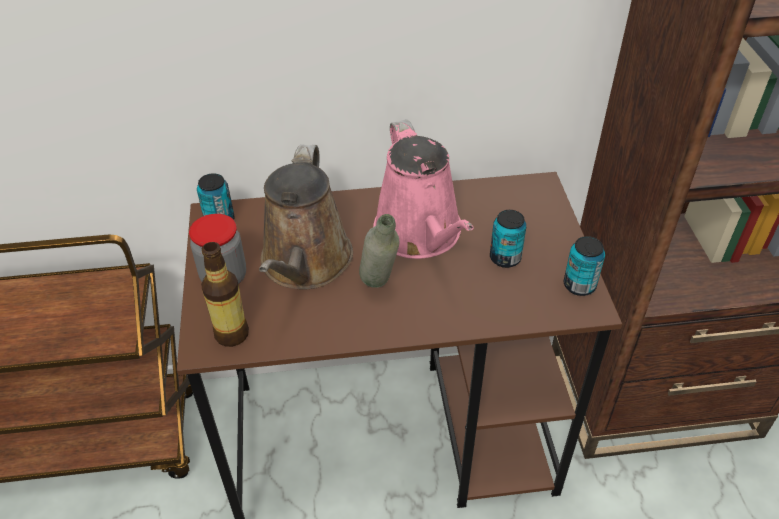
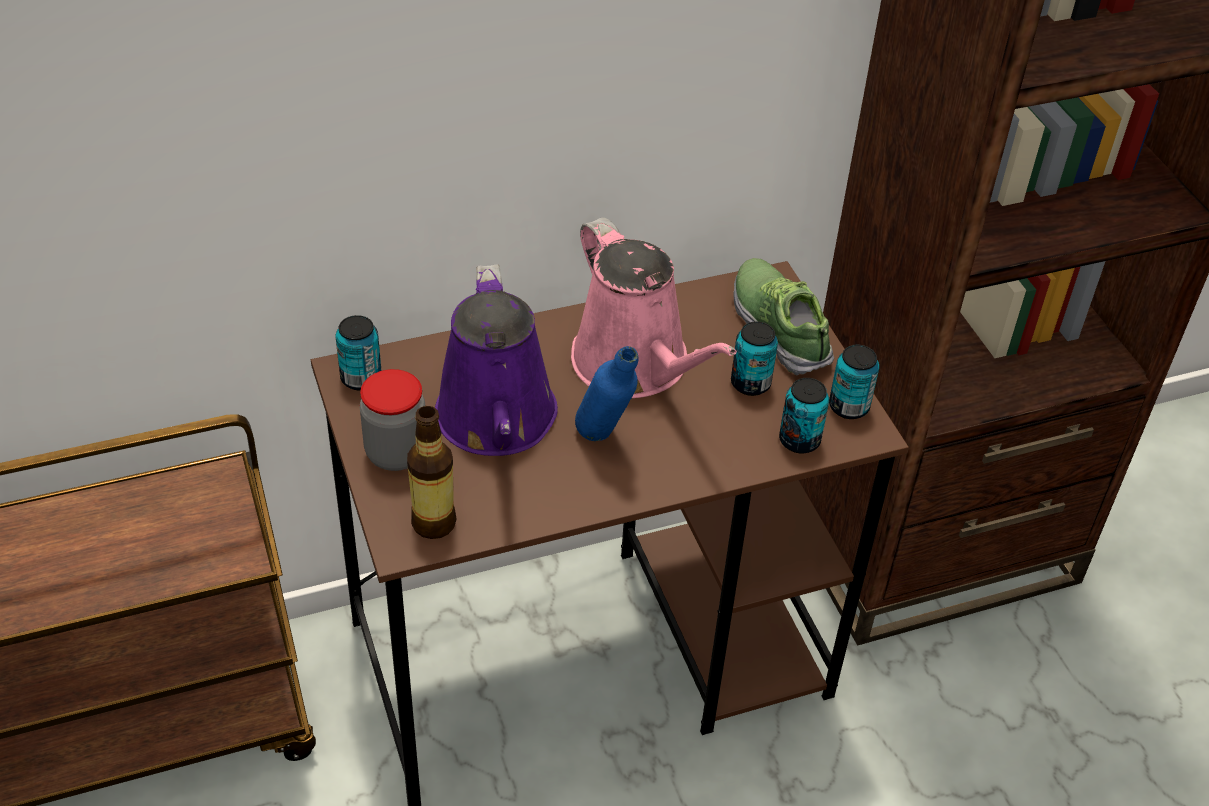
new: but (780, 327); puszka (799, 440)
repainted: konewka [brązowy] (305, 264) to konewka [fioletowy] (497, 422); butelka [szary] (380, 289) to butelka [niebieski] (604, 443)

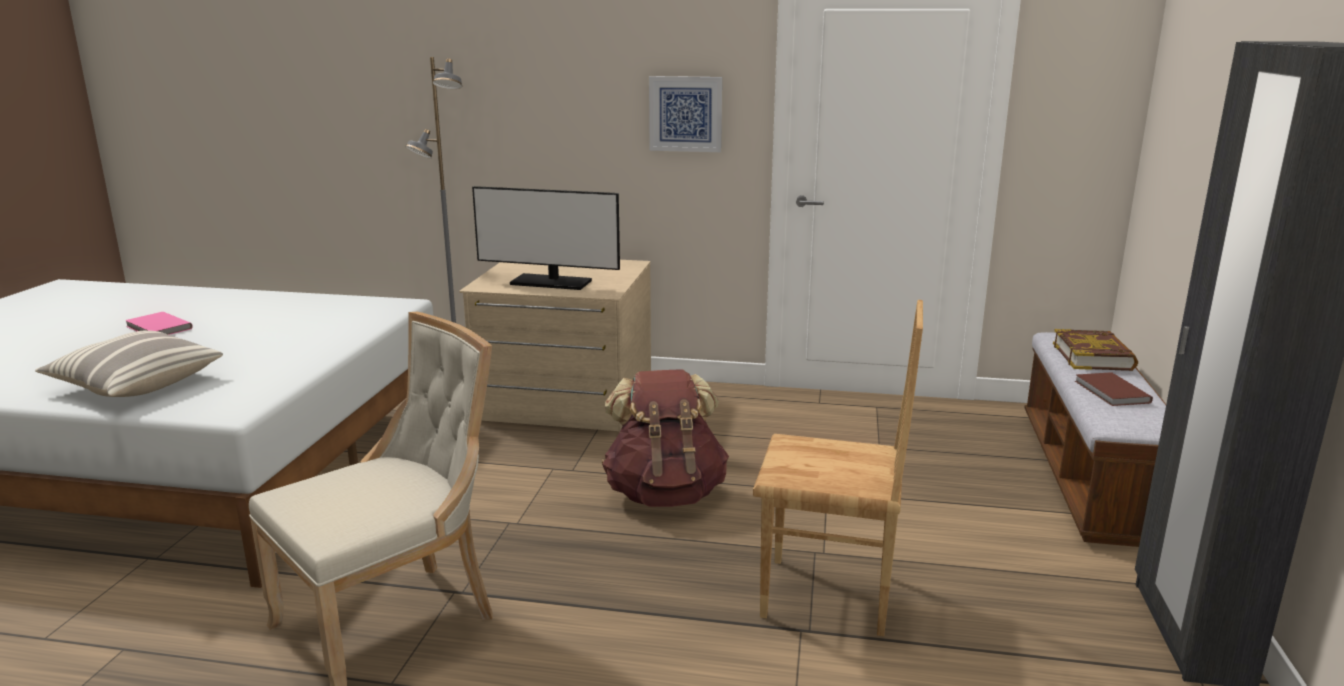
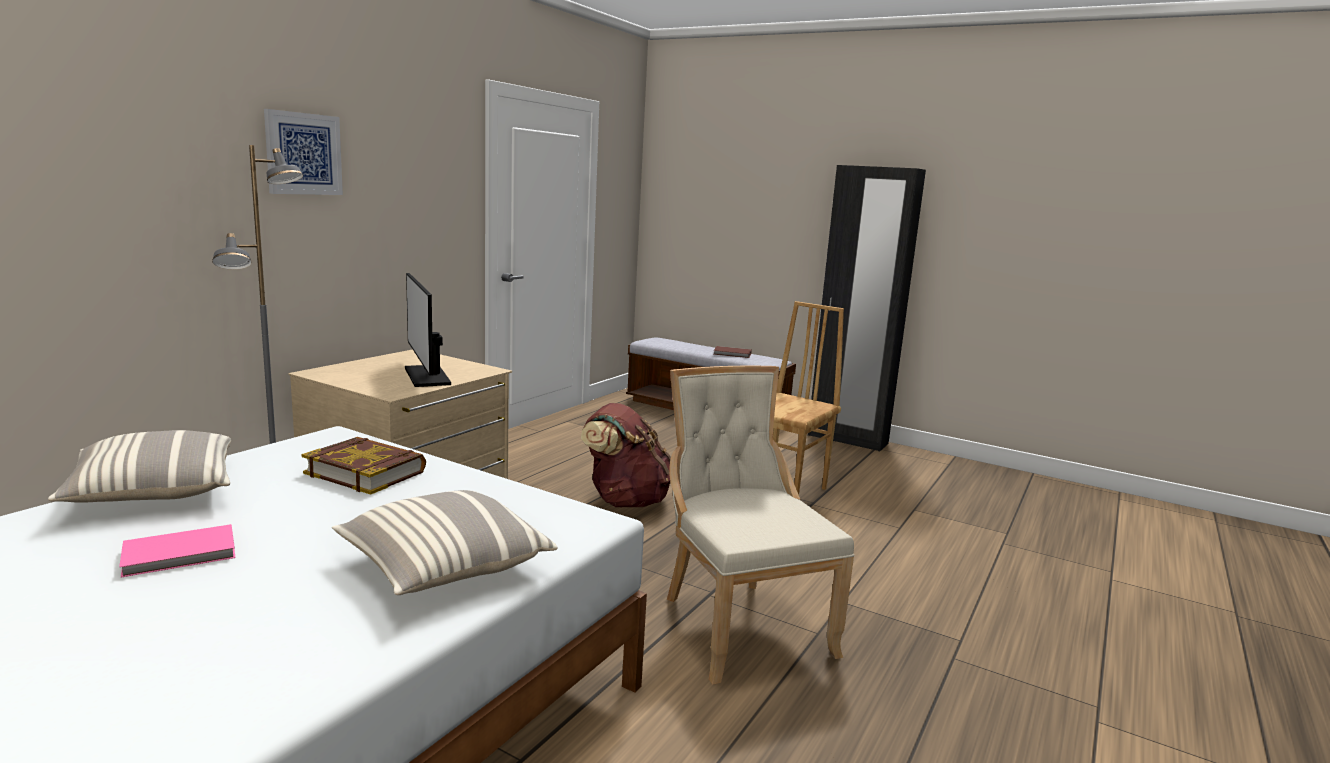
new: poduszka (154, 492)
shifted: obraz (685, 114) to (303, 154); książka (1093, 357) to (365, 472)
rotated: monitor (551, 282) = (427, 376) 120 degrees clockwise

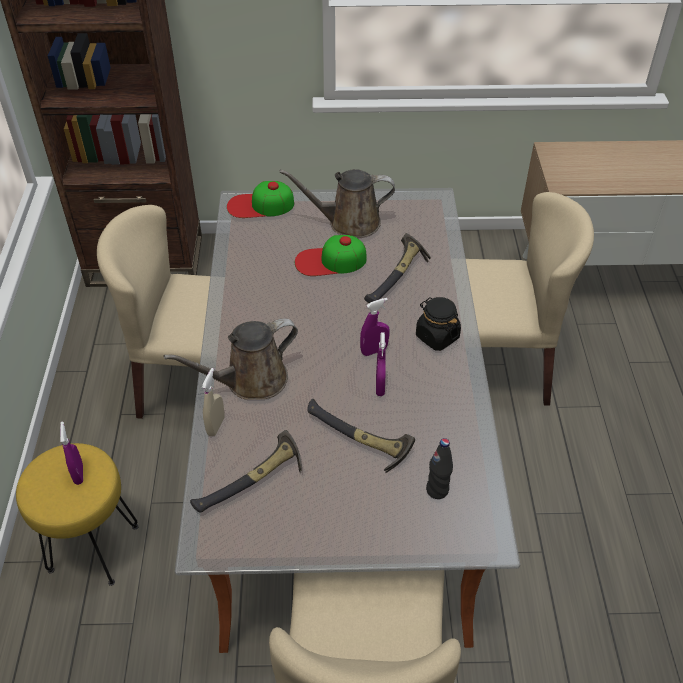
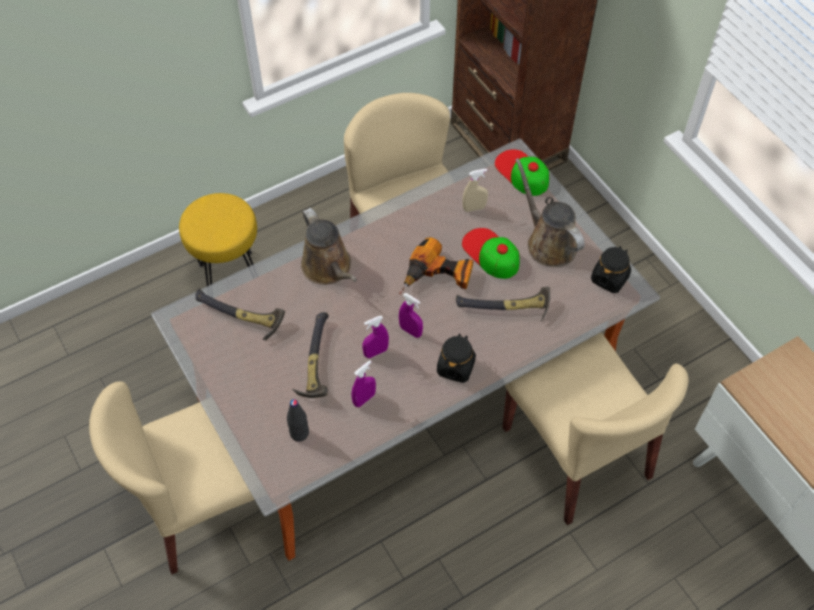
new: wiertarka (438, 277); słoik [czarny] (609, 278)
shifted: spryskiwacz [fioletowy] (78, 474) to (364, 399); spryskiwacz [beżowy] (216, 426) to (474, 208)
rotated: konewka [brązowy] (250, 380) = (329, 268) 150 degrees counterclockwise

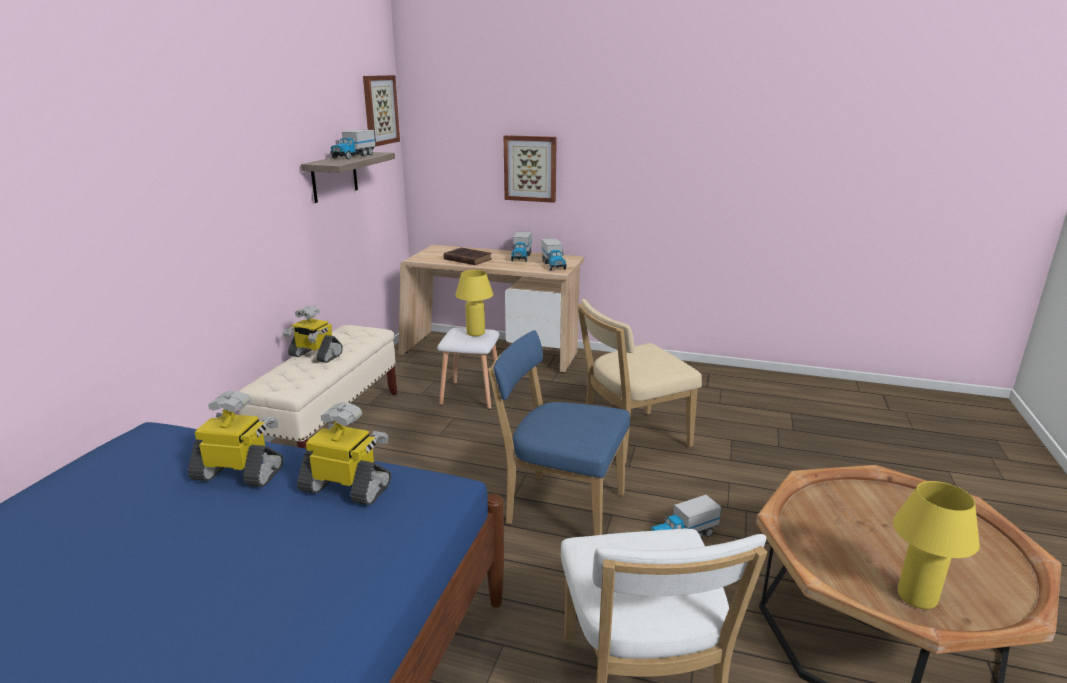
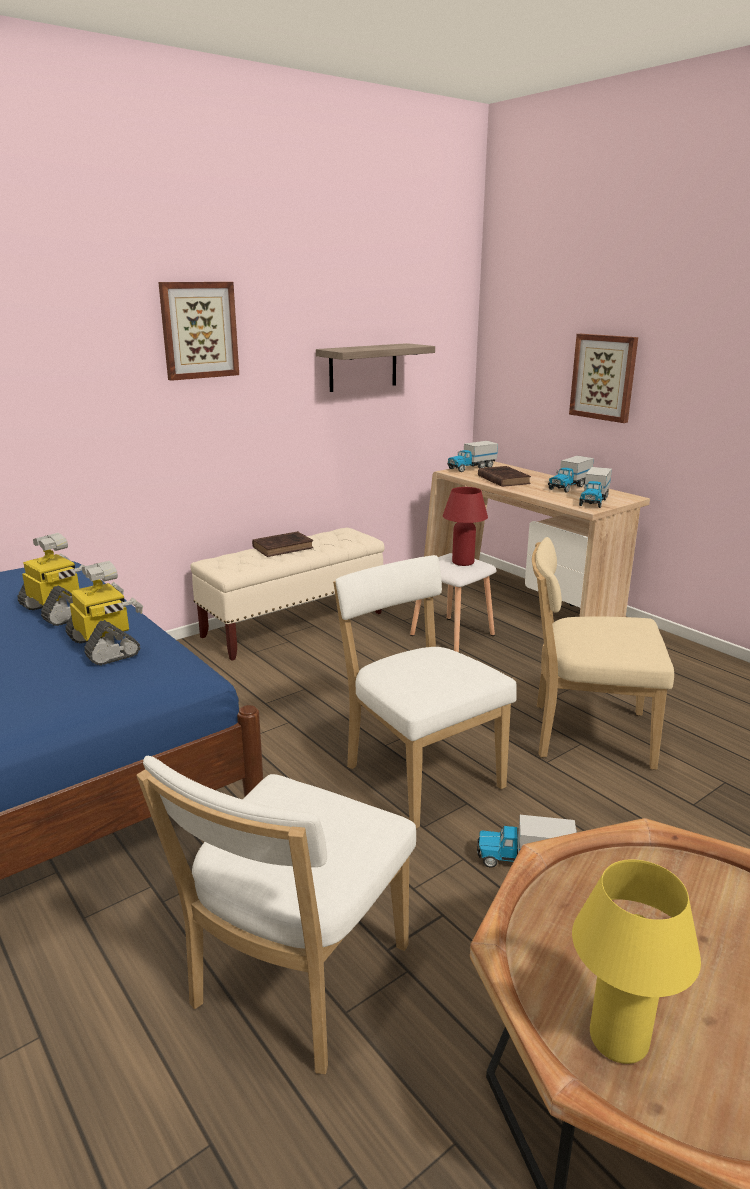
shifted: ciężarówka zabawkowa (353, 156) to (471, 468); obraz (380, 110) to (199, 330)
swapped: robot zabawkowy (315, 355) to książka [brązowy] (284, 547)
repainted: lampa stołowa [żółty] (475, 333) to lampa stołowa [czerwony] (463, 562); krzesło [niebieski] (560, 507) to krzesło [biały] (419, 773)

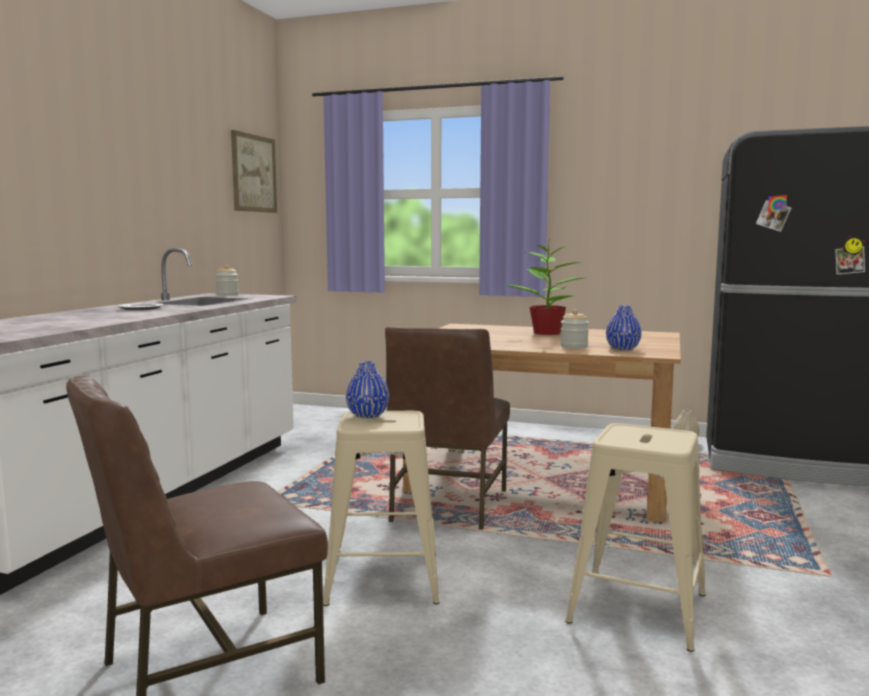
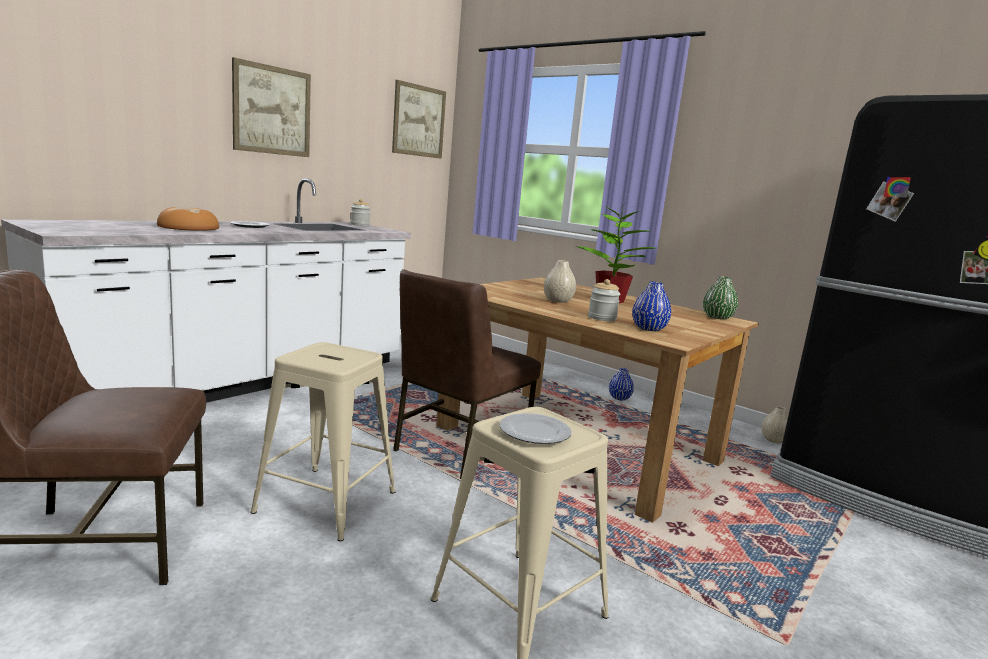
new: chleb (188, 228); obraz (272, 110); talerz (535, 432); wazon [beżowy] (558, 301); wazon [zielony] (717, 317)
shifted: wazon [niebieski] (367, 415) to (619, 398)

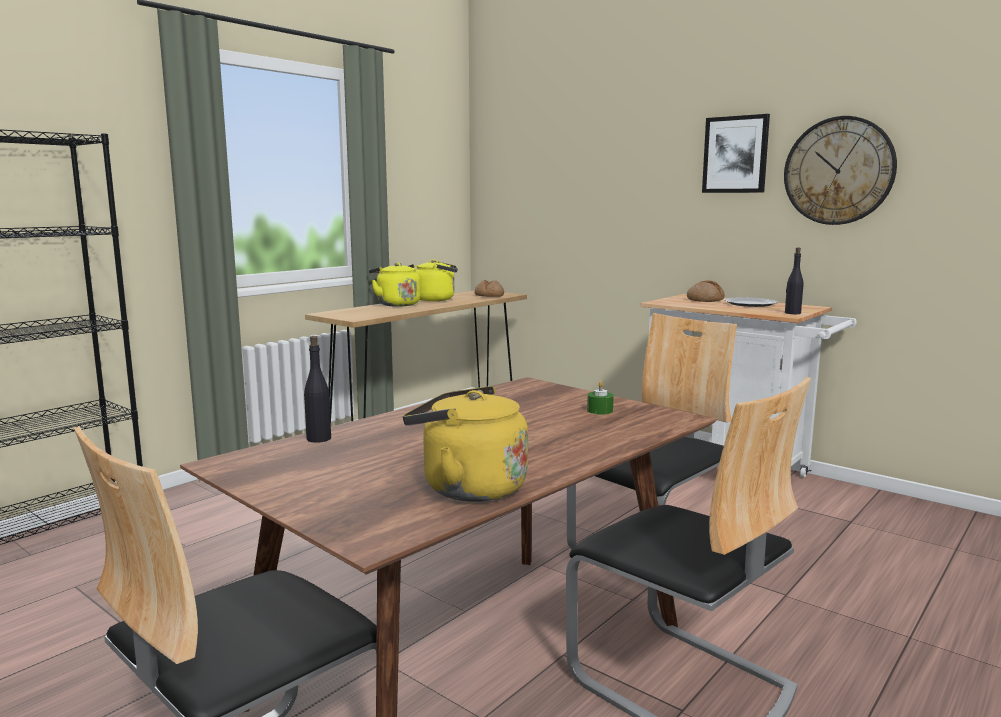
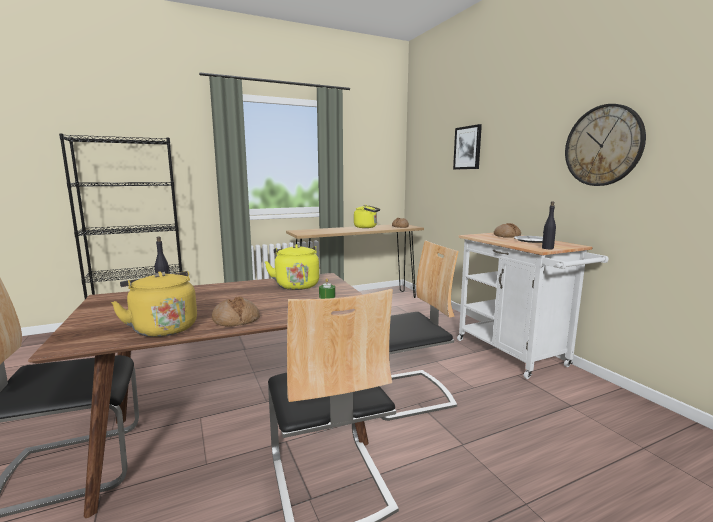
new: chleb (236, 320)
shifted: czajnik [żółty] (396, 304) to (296, 285); obraz (735, 154) to (467, 148)

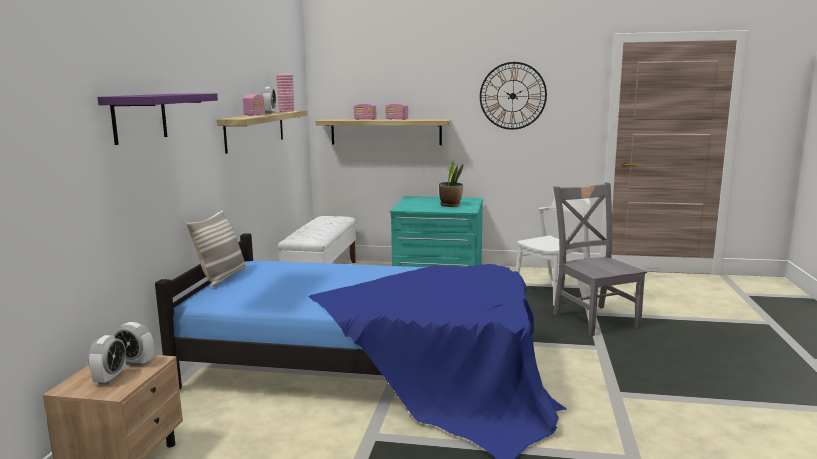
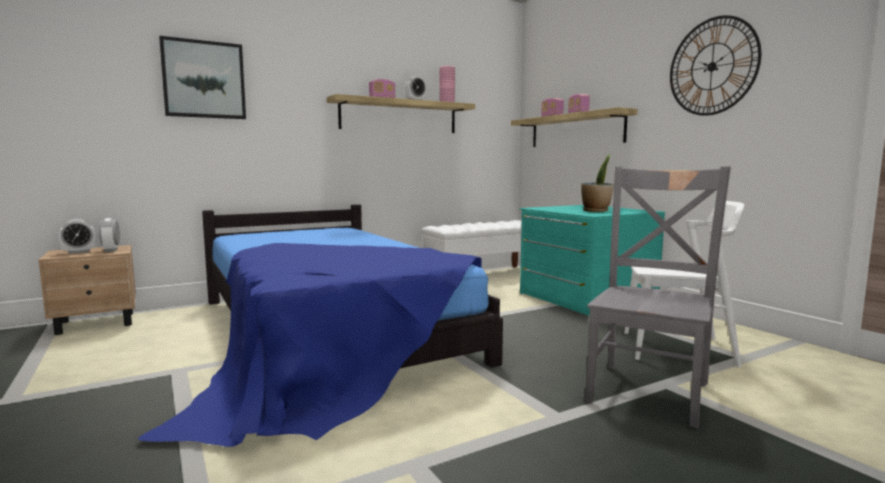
gone: poduszka (222, 278)
swapped: półka [fioletowy] (139, 118) to obraz (204, 80)

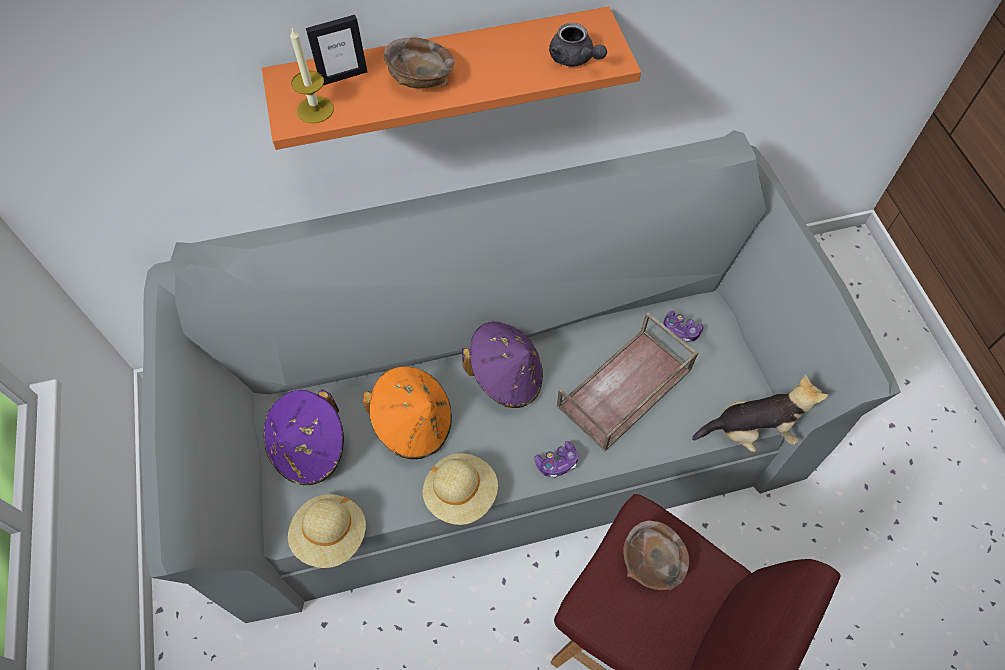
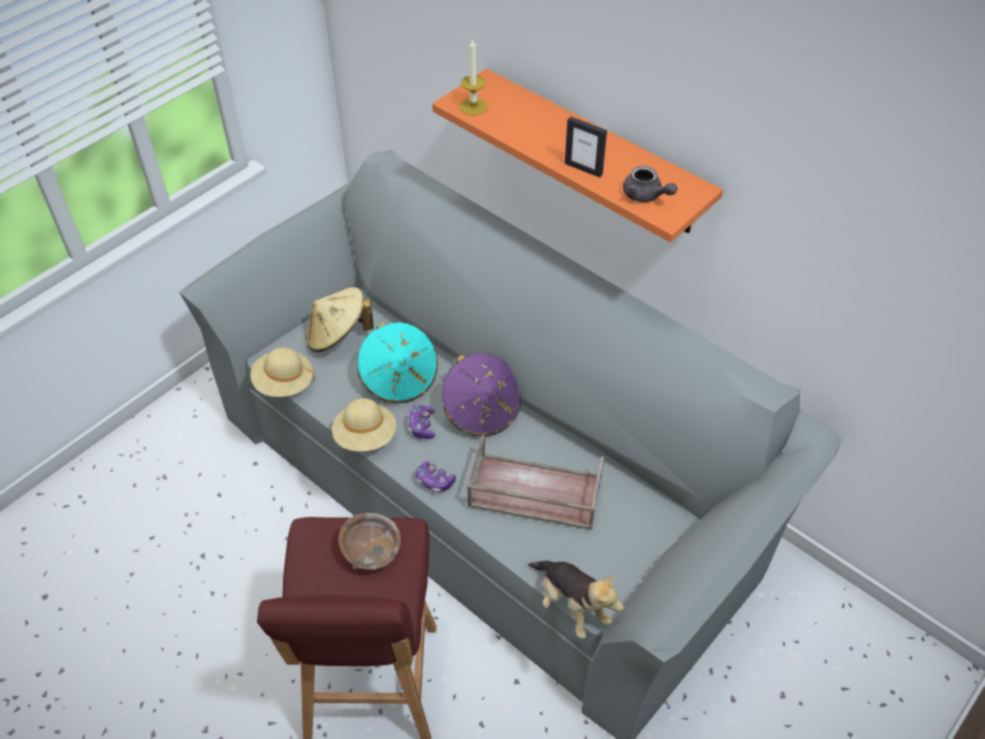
gone: miska [brązowy] (420, 80)
shifted: ramka na zdjęcie (343, 76) to (583, 169); pad do gier (680, 330) to (422, 426)
repainted: kapelusz [fioletowy] (310, 448) to kapelusz [beżowy] (338, 336); kapelusz [pomarańczowy] (414, 423) to kapelusz [turkusowy] (399, 379)
rotated: imbryk [szary] (574, 59) = (645, 196) 60 degrees counterclockwise

